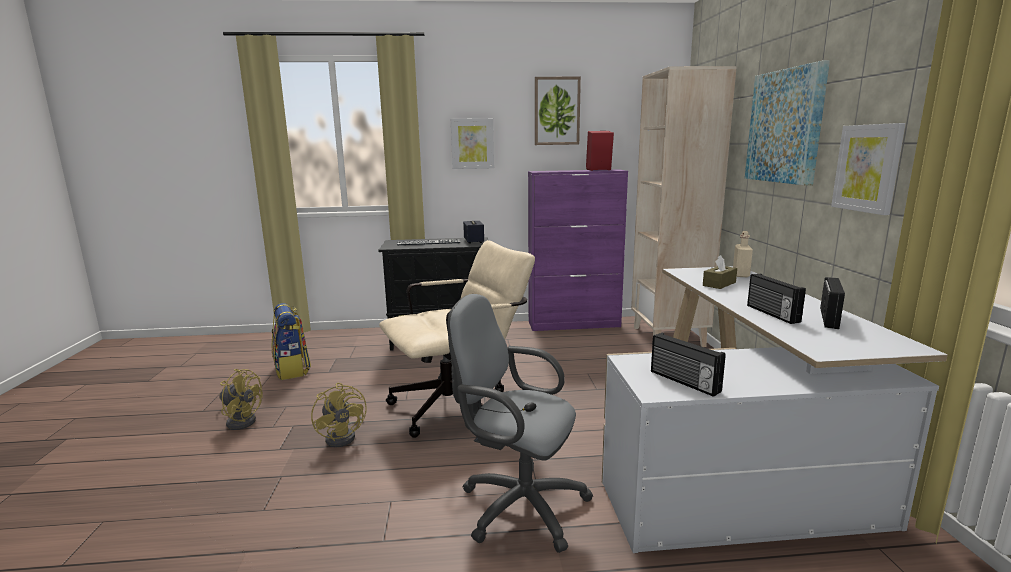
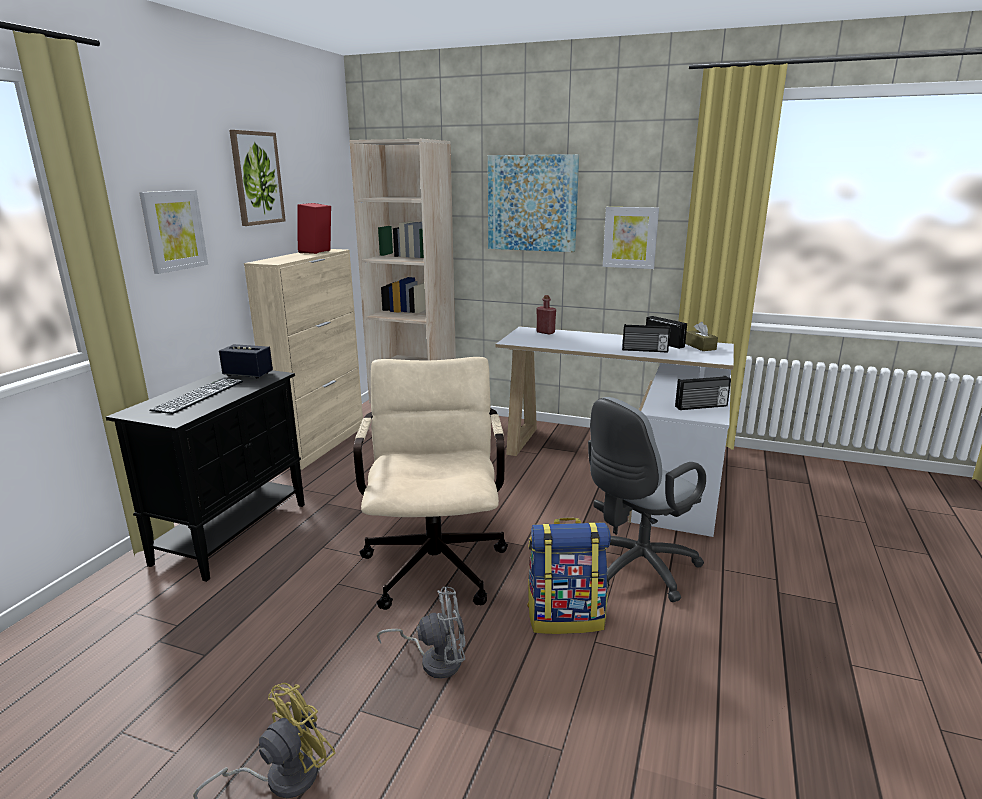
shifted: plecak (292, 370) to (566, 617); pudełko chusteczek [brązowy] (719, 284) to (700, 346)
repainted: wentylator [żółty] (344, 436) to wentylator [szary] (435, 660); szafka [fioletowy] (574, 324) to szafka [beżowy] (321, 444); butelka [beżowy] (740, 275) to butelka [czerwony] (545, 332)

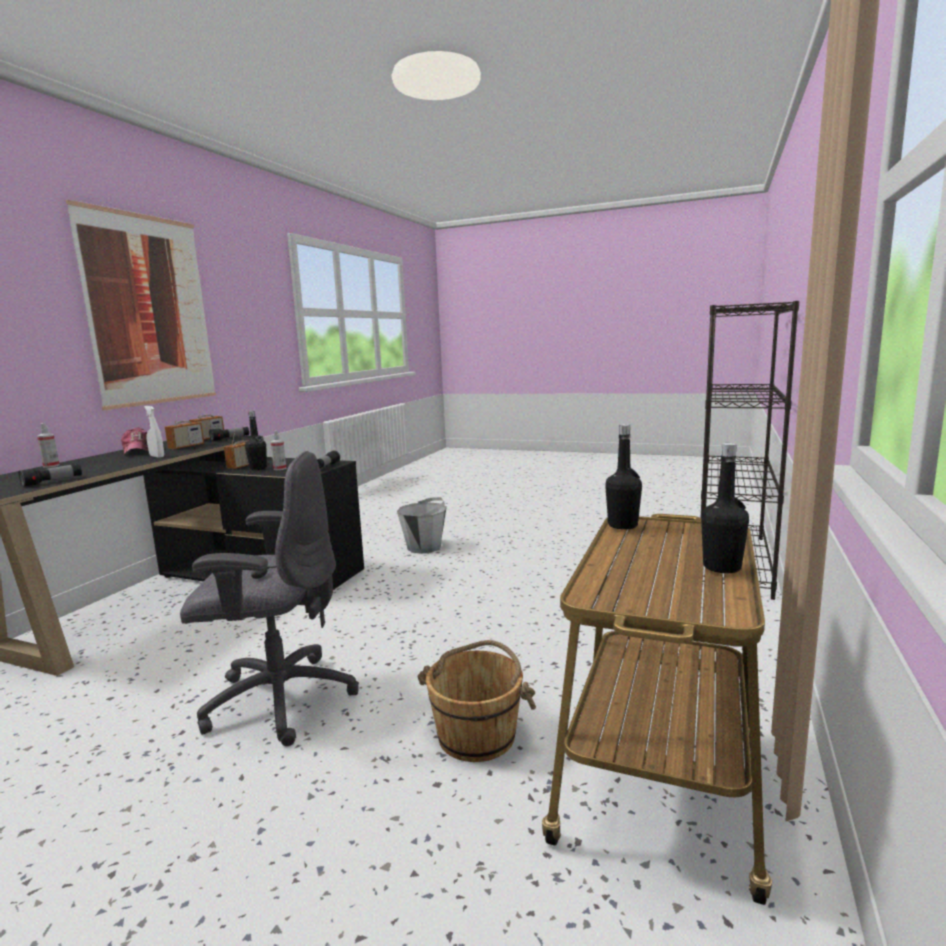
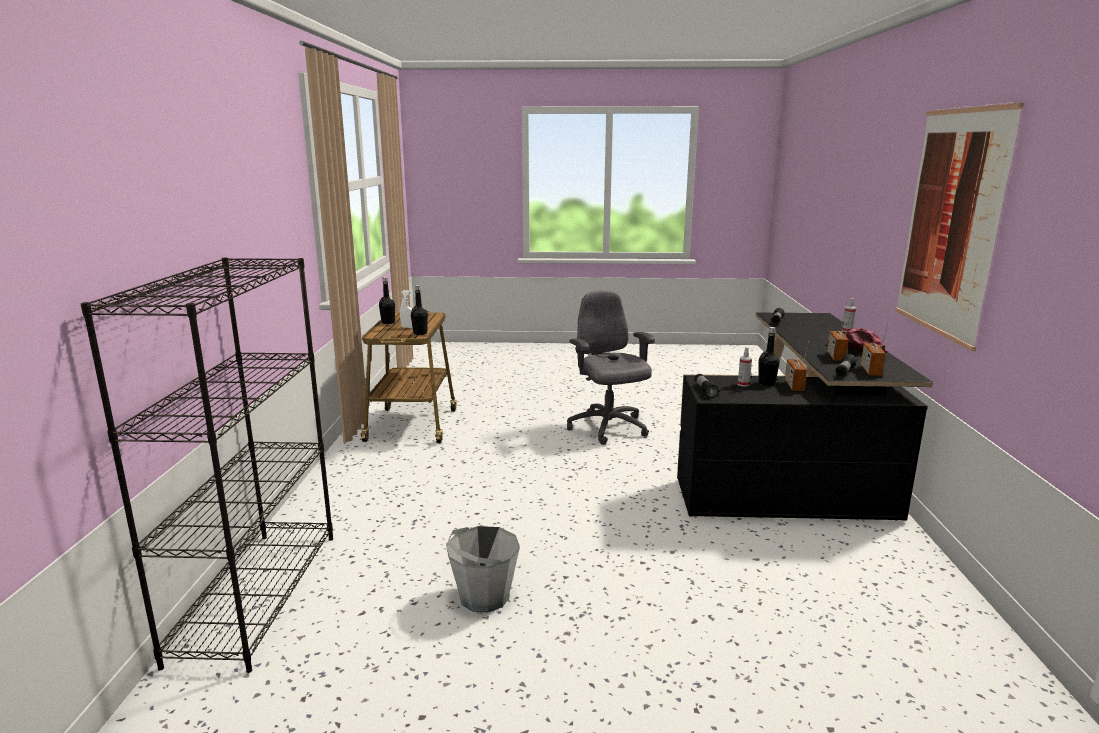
gone: wiadro [brązowy] (477, 735)
shifted: spryskiwacz [biały] (157, 456) to (408, 327); wiadro [szary] (424, 547) to (483, 596)
rotated: krzesło biurowe [szary] (278, 699) = (608, 428) 90 degrees clockwise

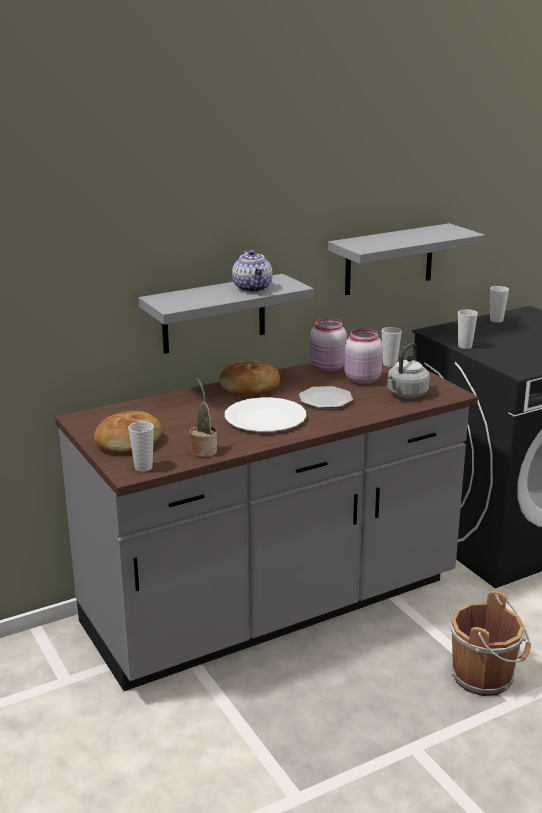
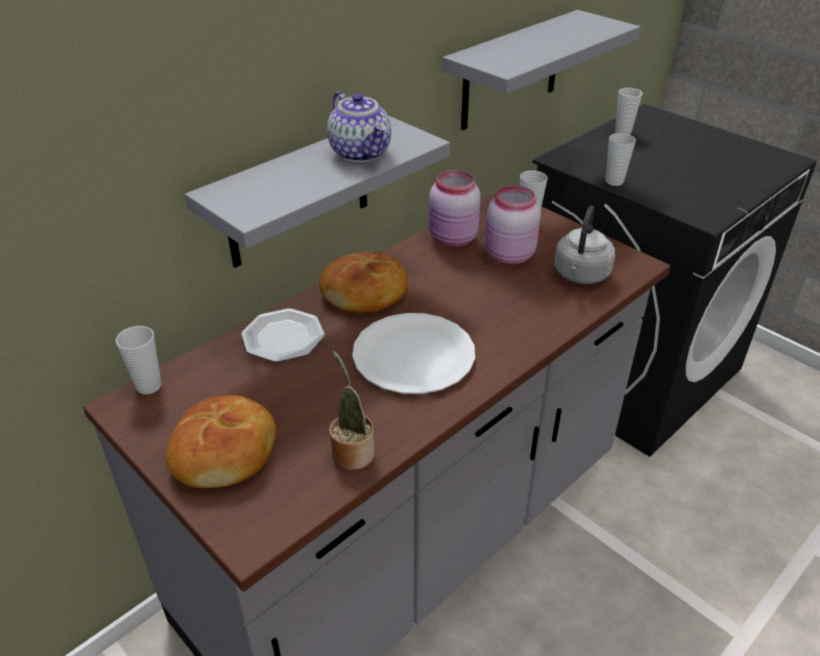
gone: wiadro [brązowy] (485, 677)
shifted: filiżanka (143, 467) to (149, 386); talerz (326, 399) to (284, 337)

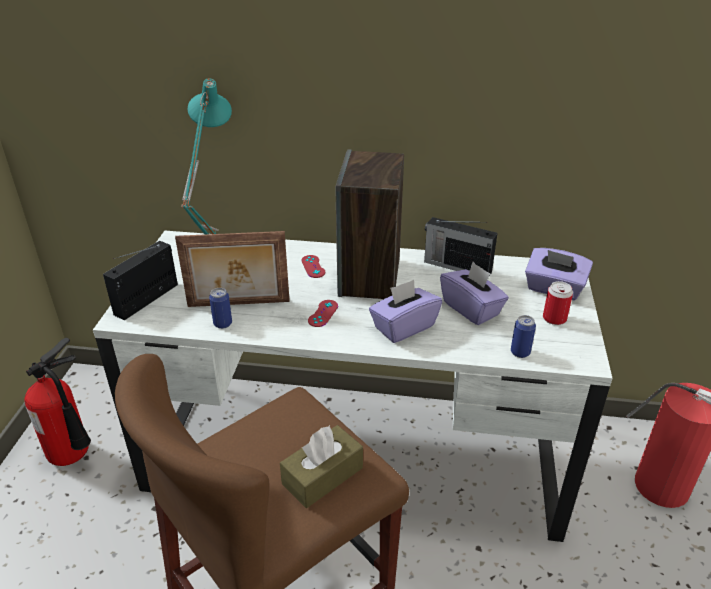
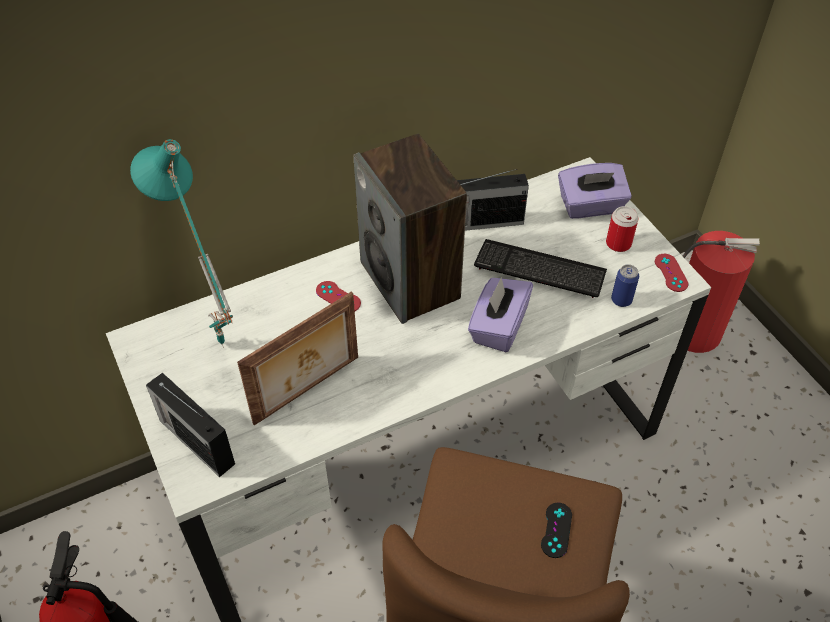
gone: puszka (223, 324)
shifted: pad do gier [czerwony] (323, 313) to (671, 273)
swapped: pudełko chusteczek [brązowy] (322, 476) to pad do gier [czarny] (556, 530); pudełko chusteczek [fioletowy] (471, 308) to klawiatura (539, 270)
rotated: radio (148, 298) = (196, 440) 45 degrees counterclockwise

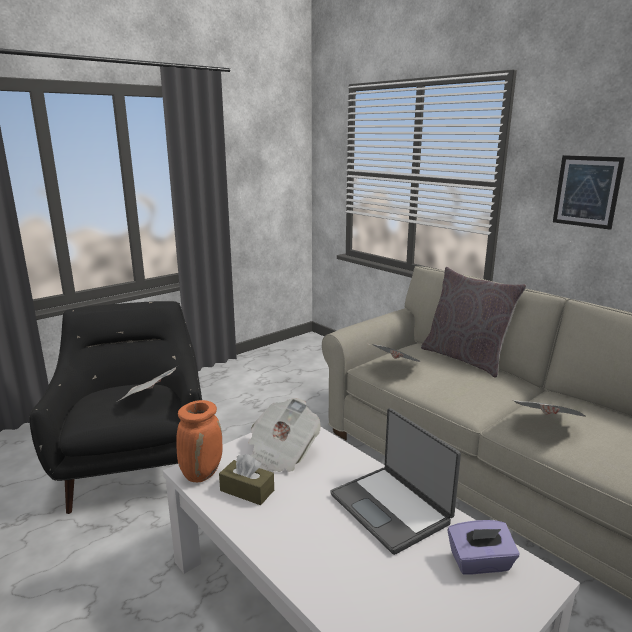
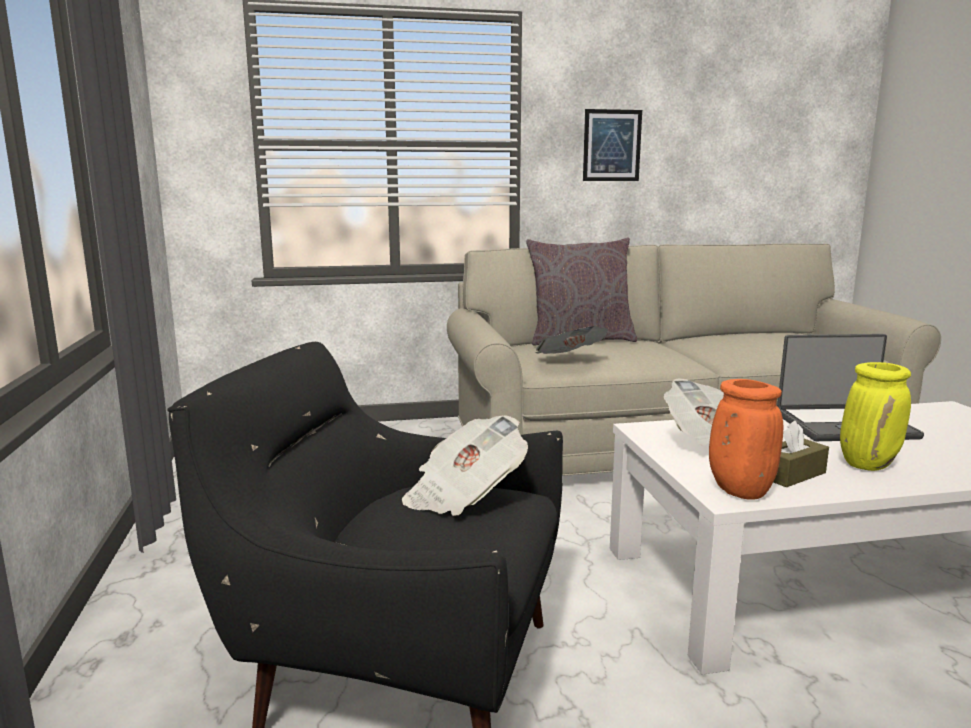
gone: pudełko chusteczek [fioletowy] (480, 563); gazeta (545, 425)
new: wazon [żółty] (868, 464)

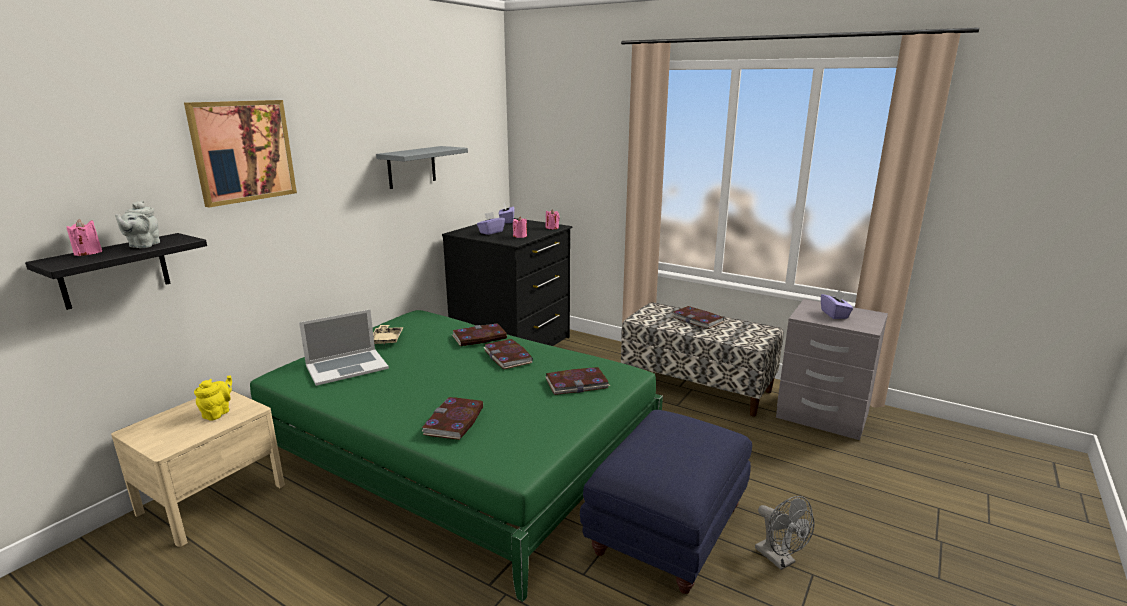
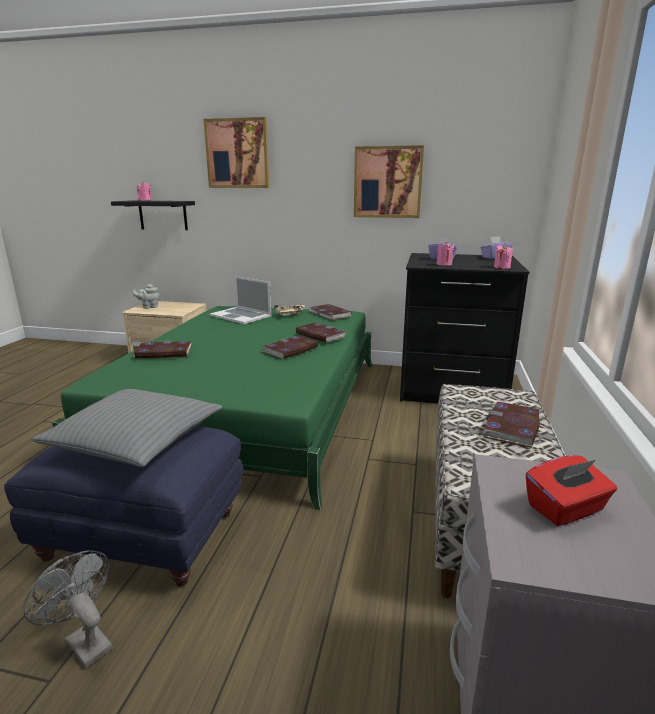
gone: imbryk [żółty] (218, 413)
new: poduszka [szary] (136, 440)
shifted: imbryk [szary] (143, 245) to (149, 307); książka (577, 383) to (330, 314)
swapped: półka [szary] (411, 167) to obraz (388, 182)
repainted: pudełko chusteczek [fioletowy] (834, 314) to pudełko chusteczek [czerwony] (565, 509)
rotated: wentylator [szary] (779, 559) = (84, 641) 90 degrees clockwise

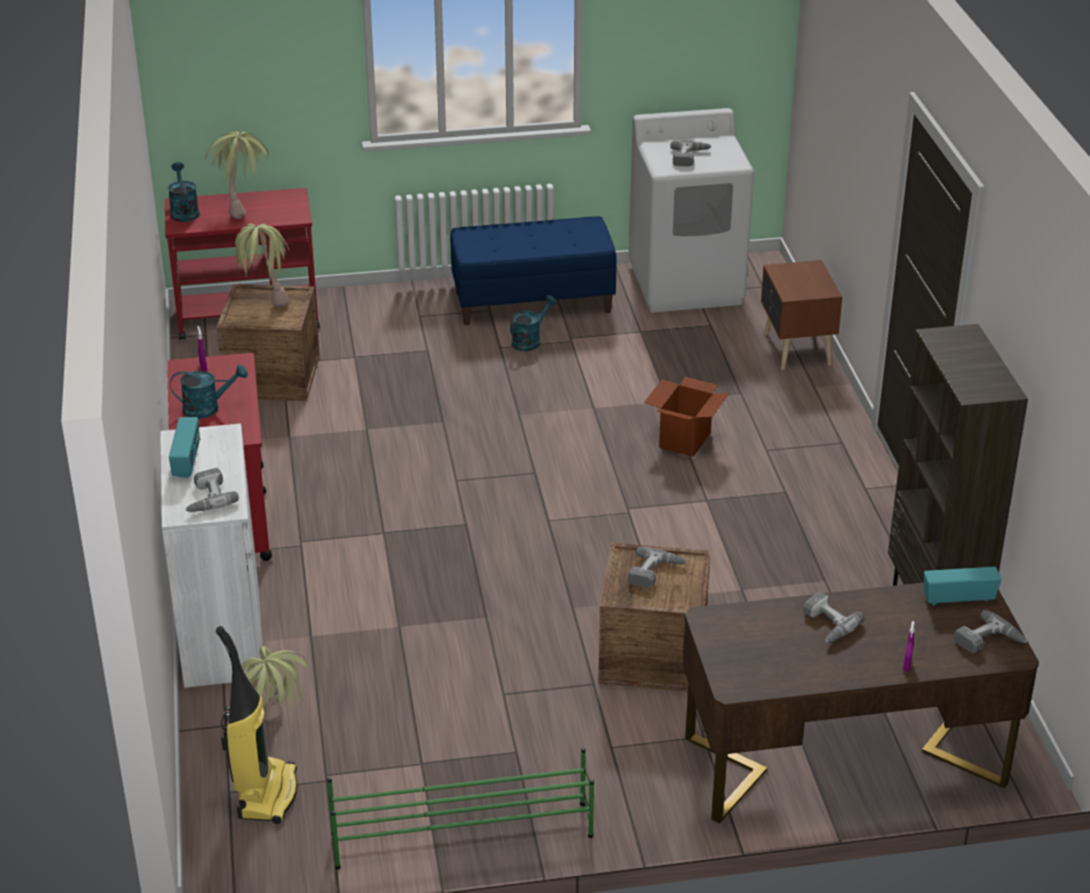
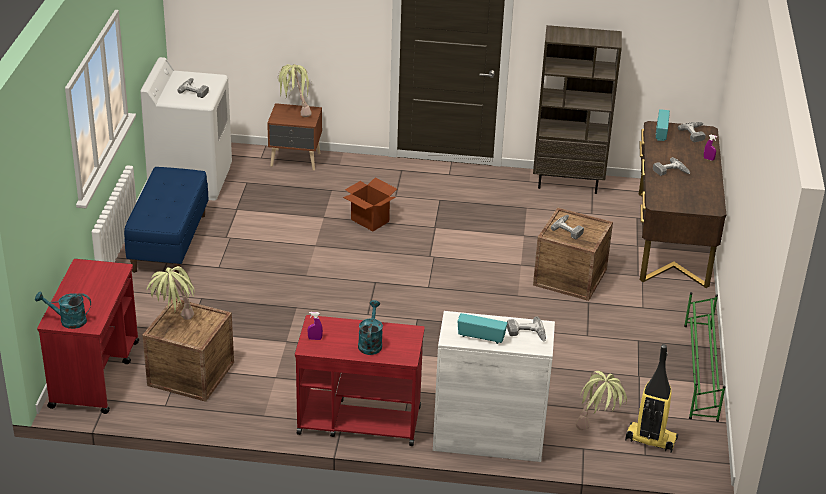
gone: konewka [turkusowy] (530, 341)
shifted: roślina doniczkowa (243, 208) to (295, 113)

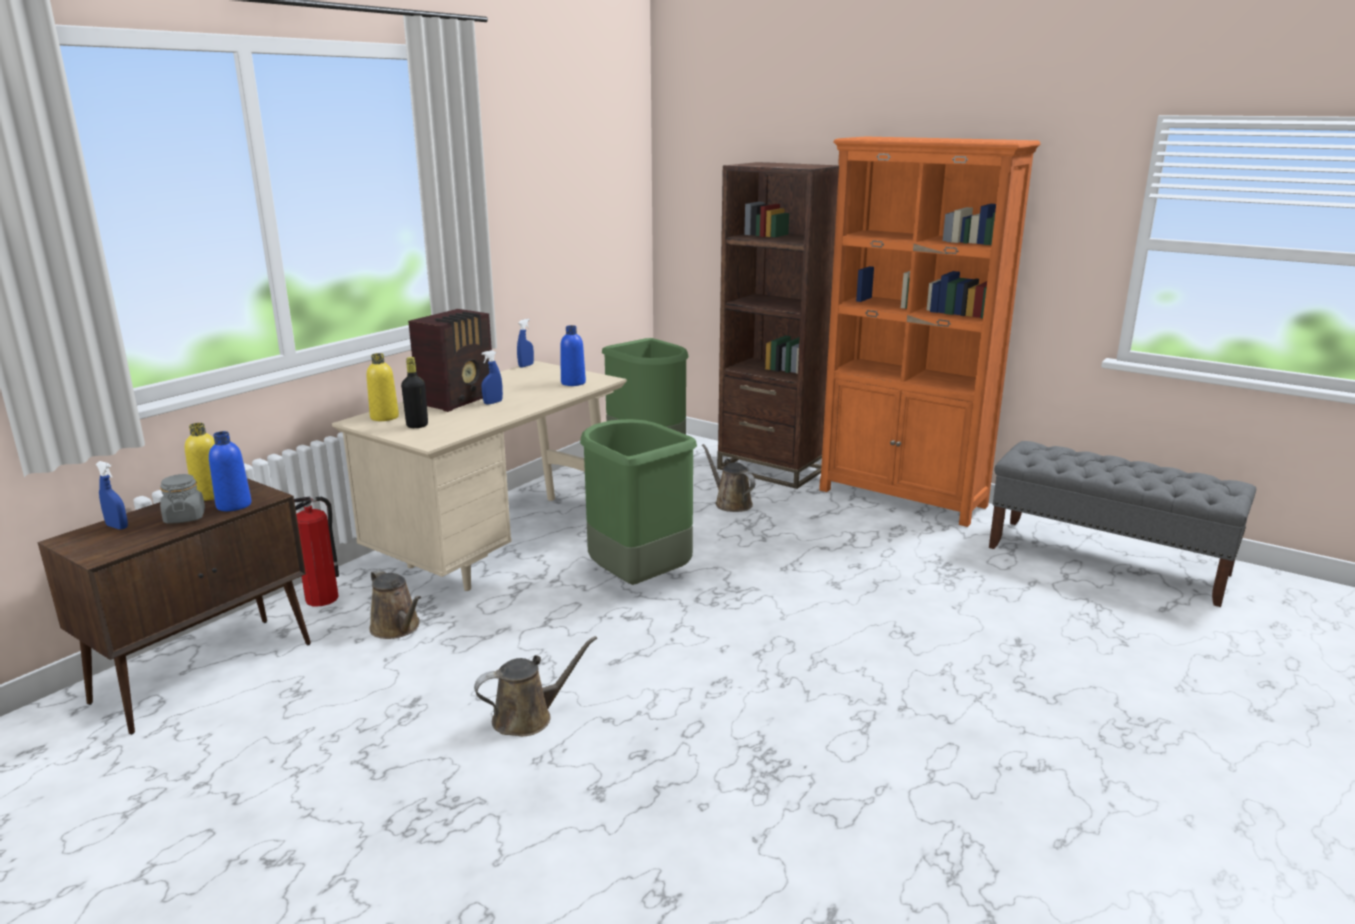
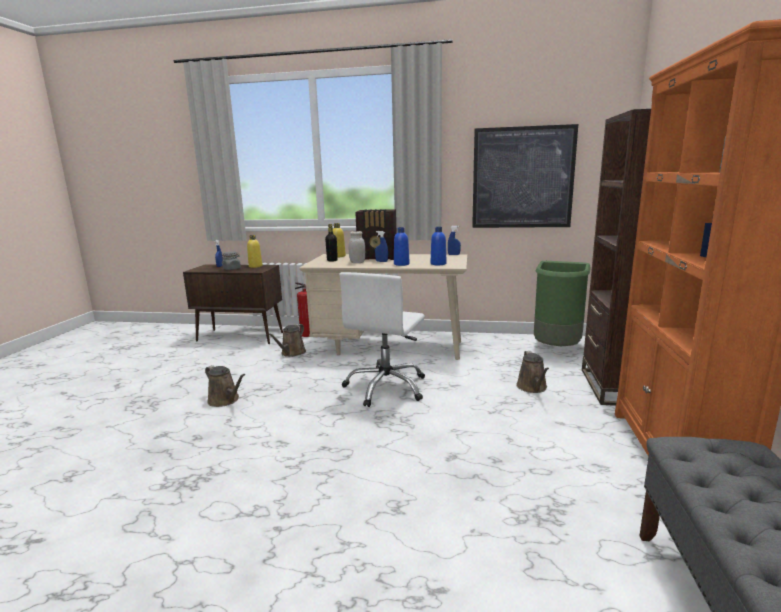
new: słoik [biały] (357, 262); obraz (522, 178)
shifted: butelka [niebieski] (234, 505) to (401, 264)
swapped: kosz na śmieci [zielony] (636, 579) to krzesło biurowe [biały] (386, 387)
rotated: konewka [brązowy] (730, 503) = (532, 387) 150 degrees clockwise

